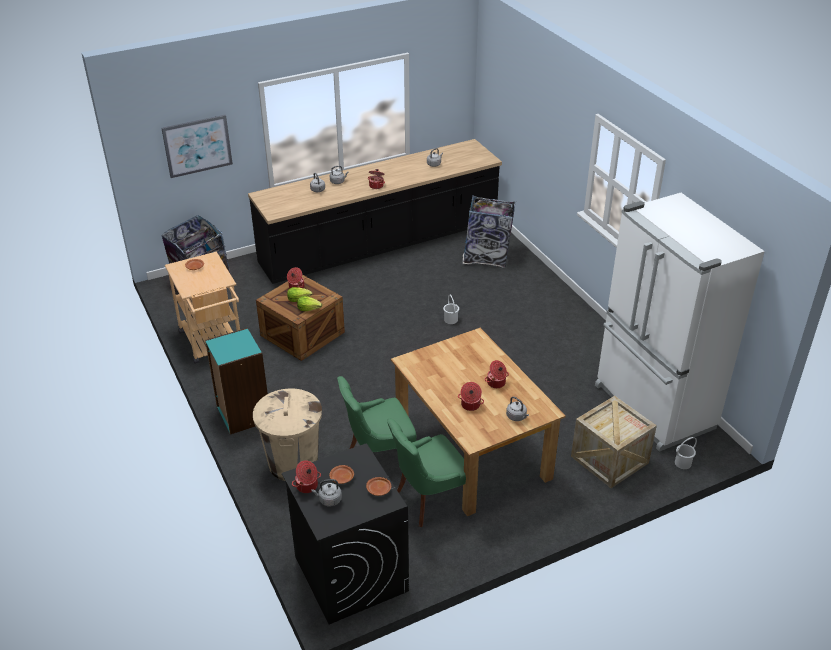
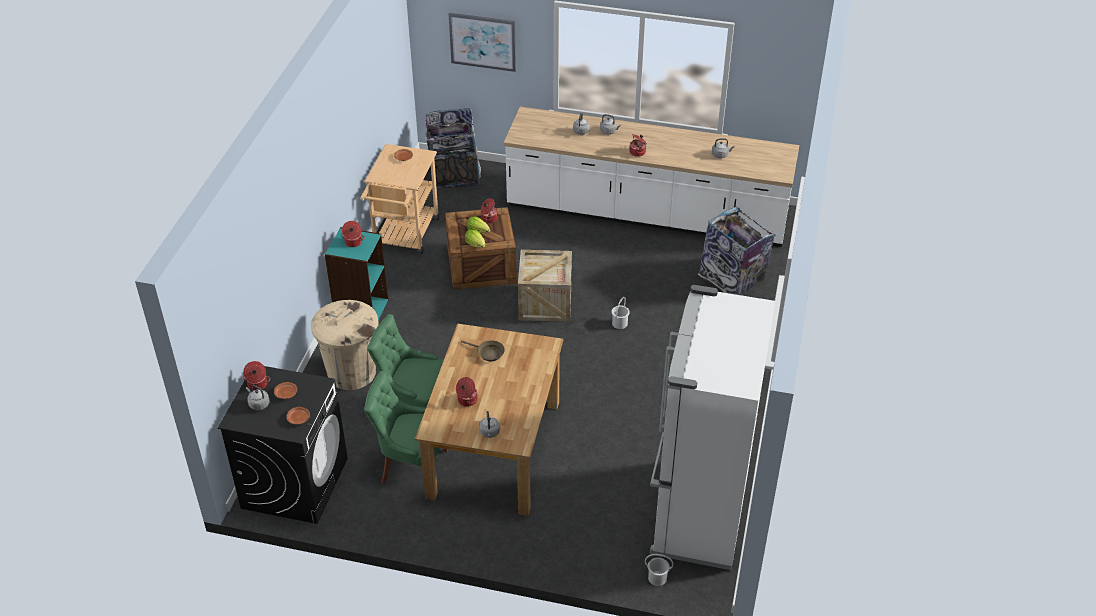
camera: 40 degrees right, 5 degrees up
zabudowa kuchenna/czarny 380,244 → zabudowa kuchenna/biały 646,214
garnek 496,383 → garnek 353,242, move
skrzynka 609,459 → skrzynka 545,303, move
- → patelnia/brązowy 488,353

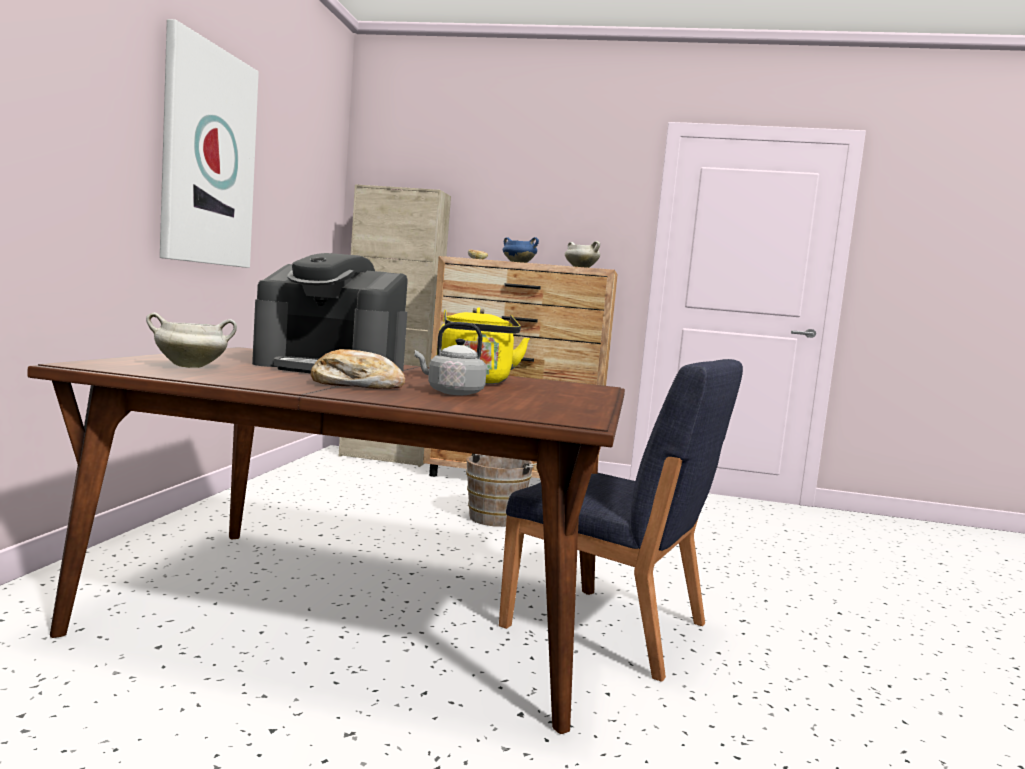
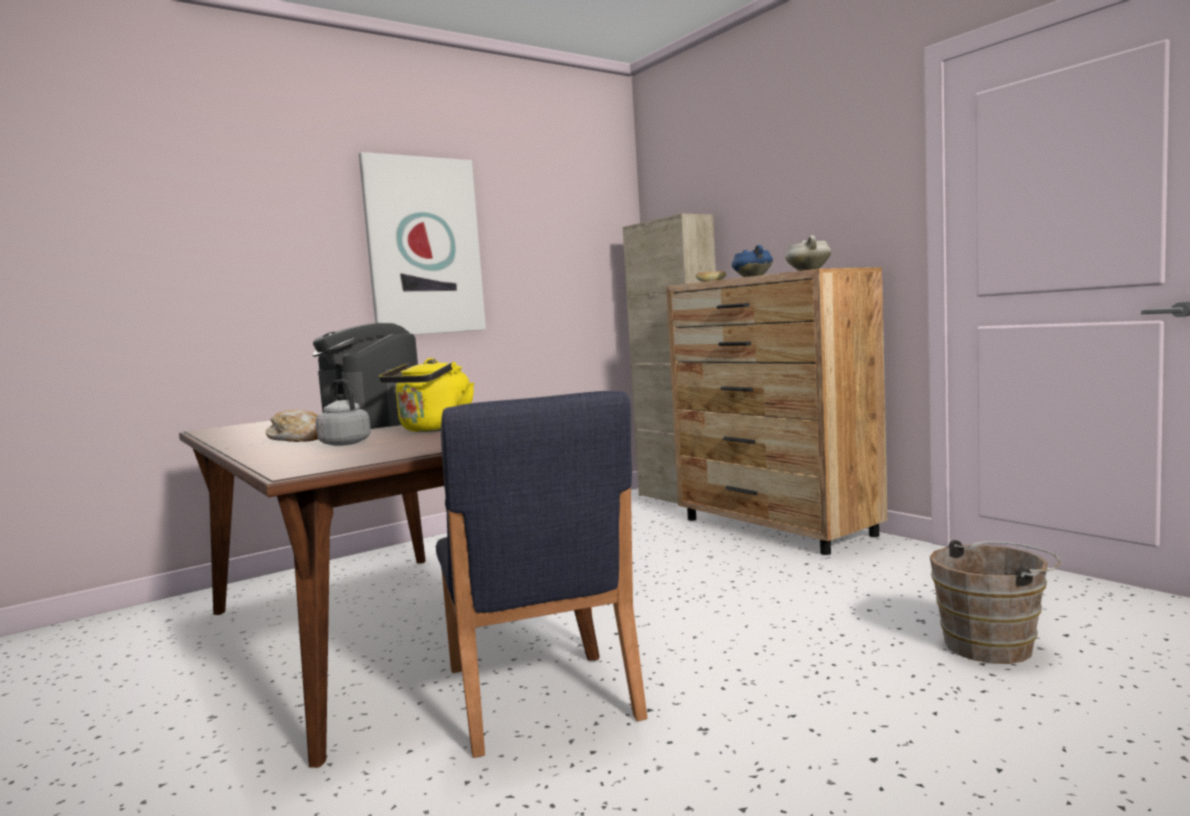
camera: 45 degrees right, 0 degrees up
garnek/biały 191,366 → -
wiadro/brązowy 498,517 → wiadro/brązowy 994,645, move

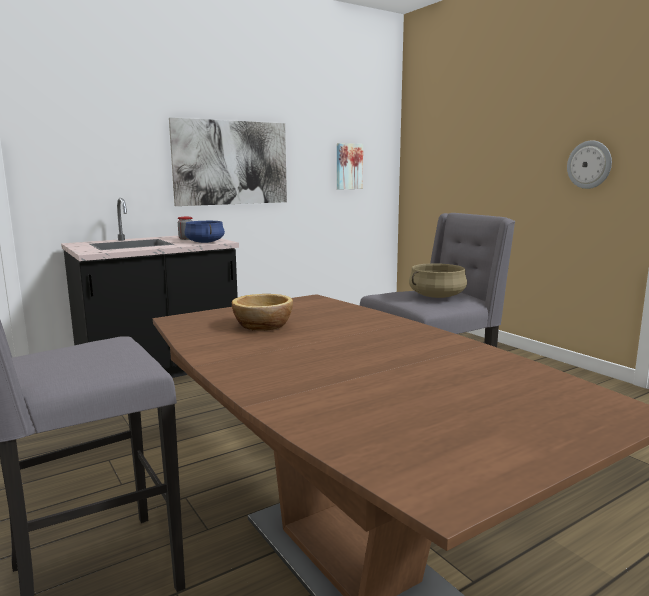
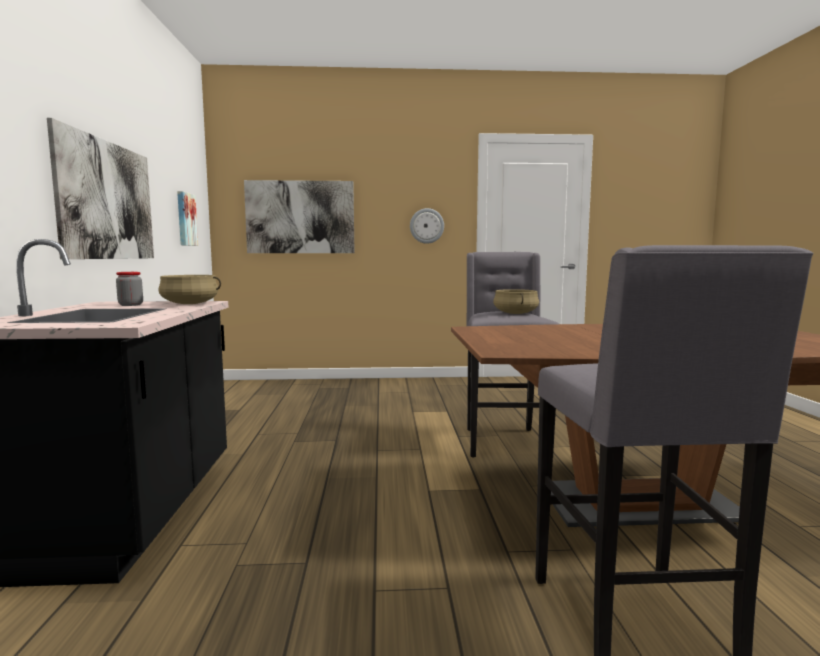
camera: 60 degrees left, 5 degrees down
garnek/niebieski 205,242 → garnek/beżowy 190,304
miska 264,325 → -
- → obraz 300,217

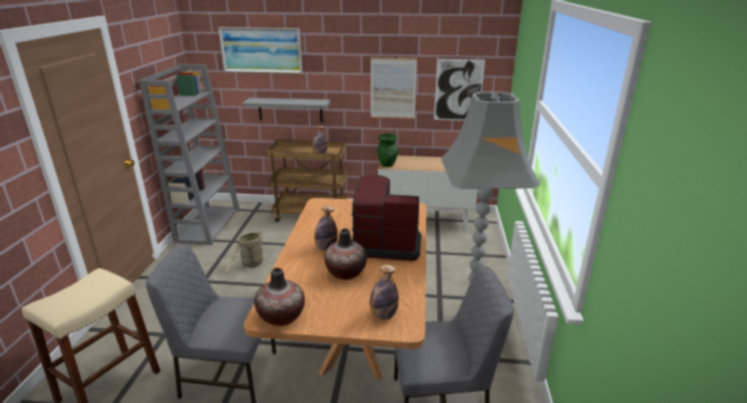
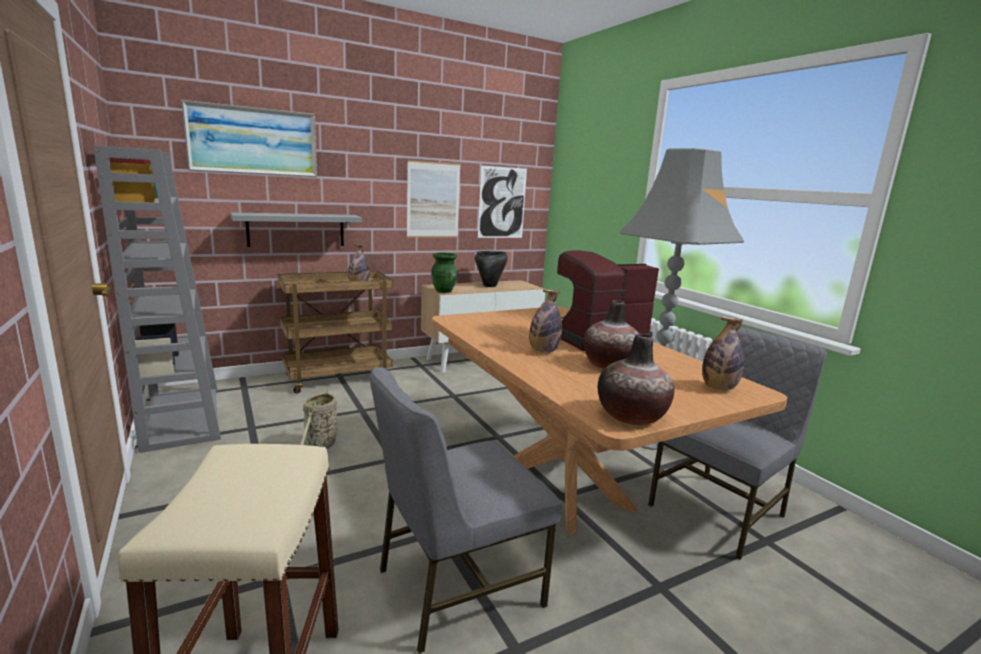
camera: 35 degrees left, 10 degrees down
- → garnek/czarny 490,286

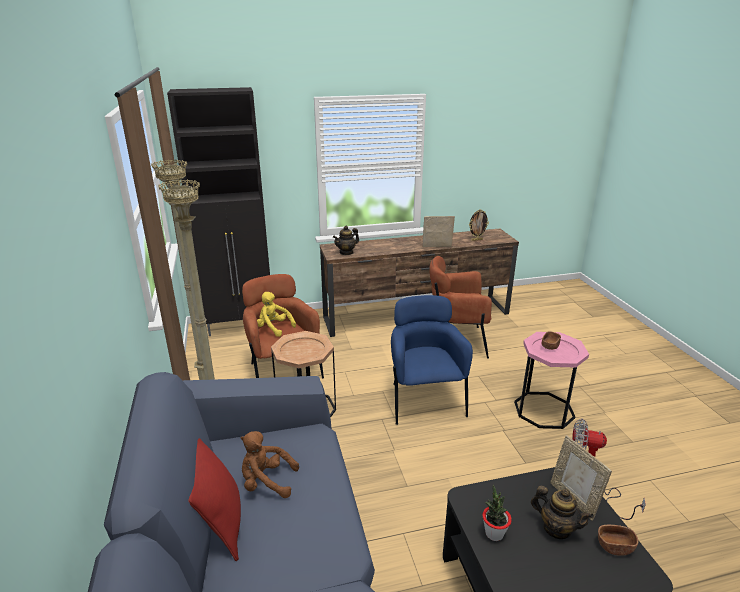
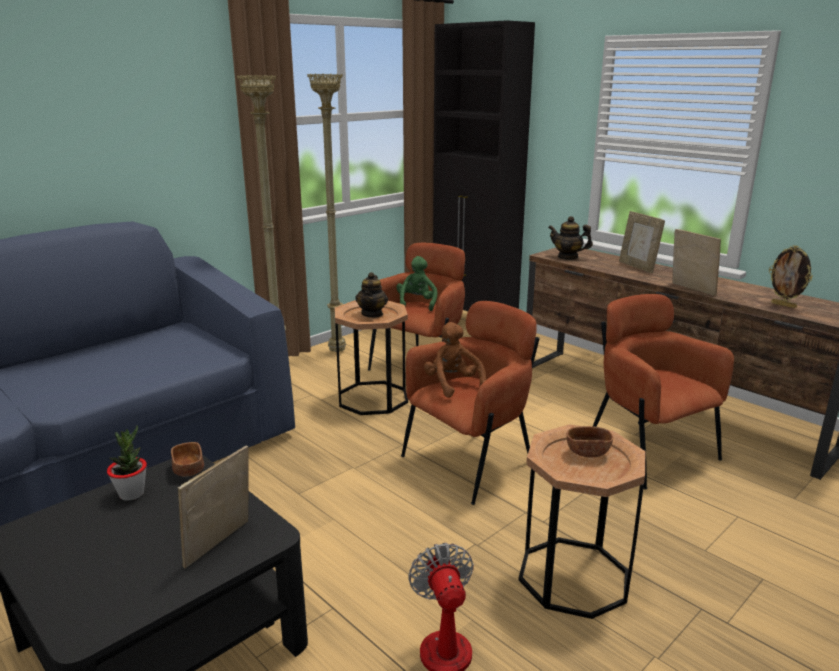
camera: 60 degrees right, 5 degrees down
pluszak/żółty 274,328 → pluszak/zielony 417,304
fotel/niebieski 424,400 → fotel/brązowy 471,462
stolik/różowy 544,410 → stolik/brązowy 573,576
pluszak/brązowy 266,482 → pluszak/brązowy 453,384, move
poduszka/czerwony 221,523 → -
imbryk 556,528 → imbryk 372,314, move
miska/brązowy 615,546 → miska/brązowy 188,470, move
- → ramka na zdjęcie 637,267

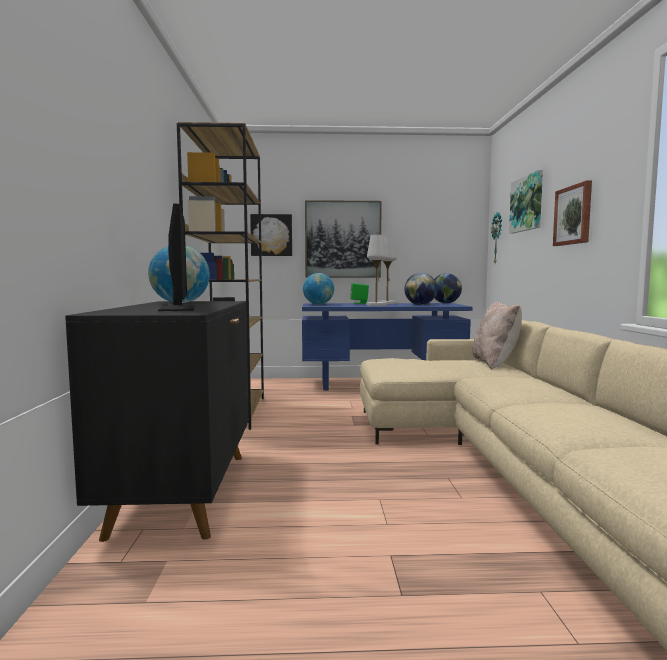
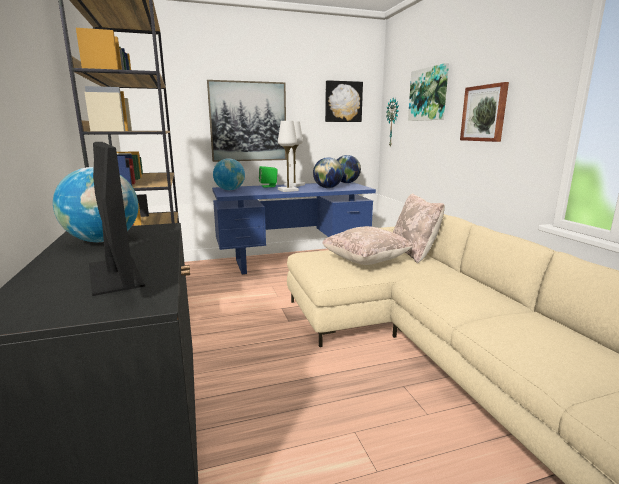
camera: 15 degrees left, 10 degrees up
obraz 271,235 → obraz 343,102, move
- → poduszka/beżowy 365,262

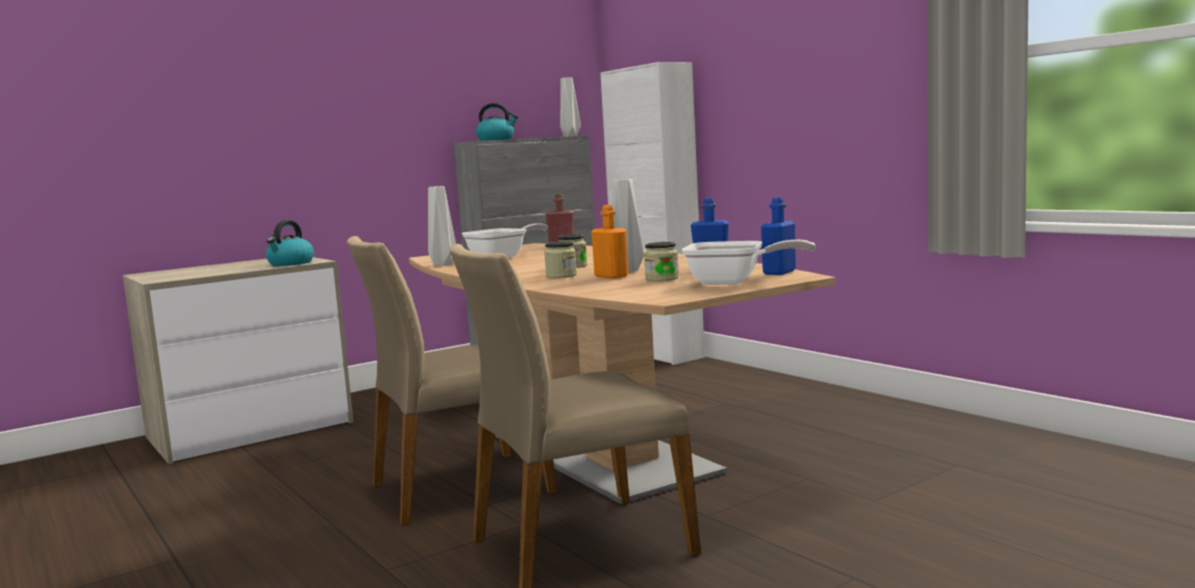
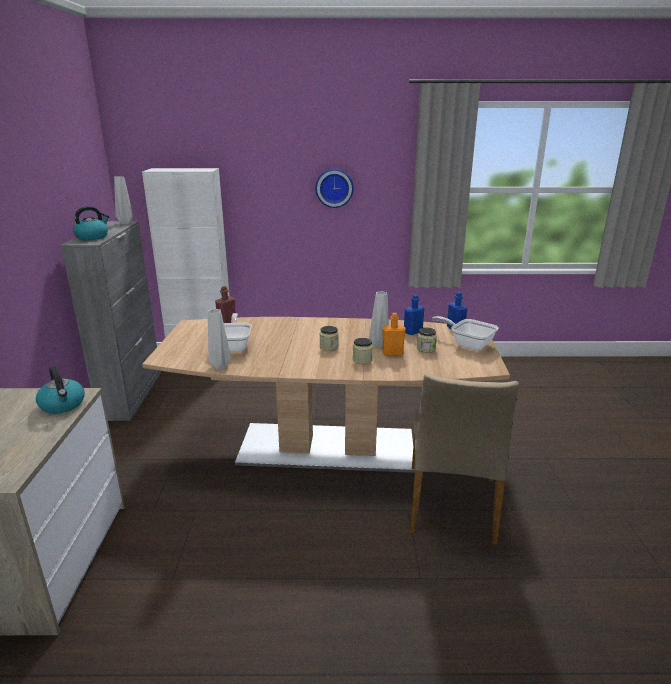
camera: 55 degrees left, 15 degrees up
krzesło/beżowy 458,488 → -
patelnia 733,282 → patelnia 468,344, 105 degrees counterclockwise
- → zegar ścienny 334,187

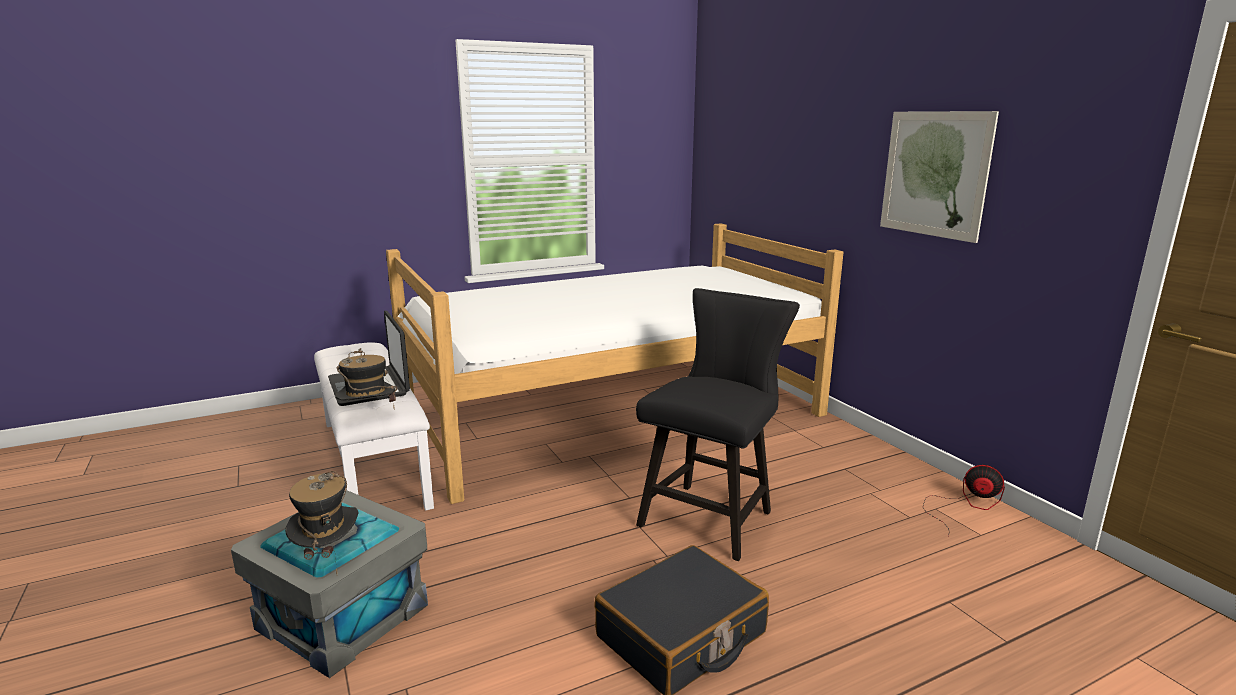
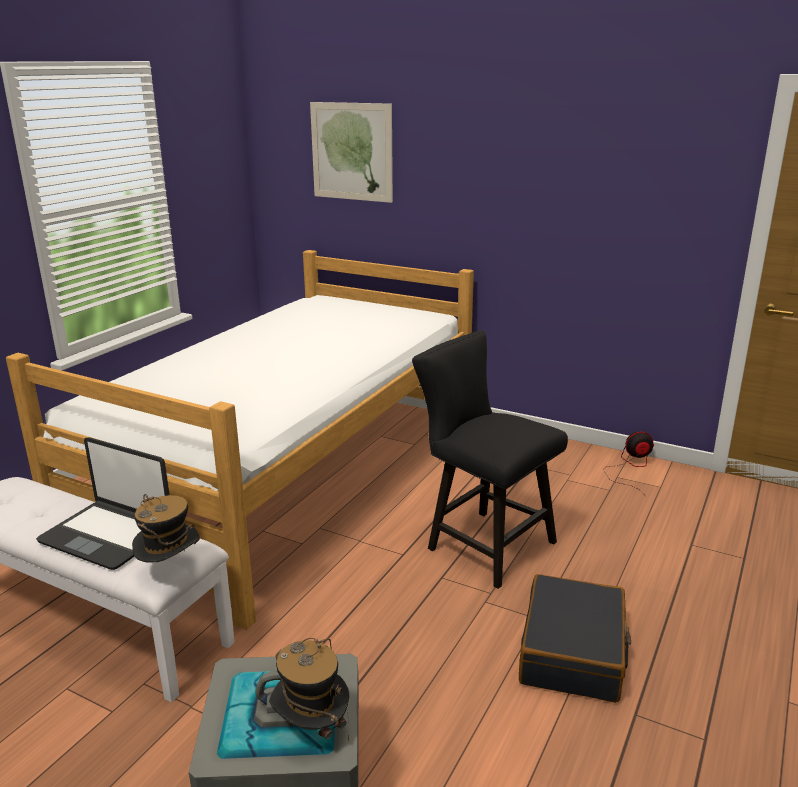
camera: 35 degrees left, 5 degrees up
obraz 934,174 → obraz 351,152, move
krzesło/czarny 711,515 → krzesło/czarny 483,543, 45 degrees counterclockwise

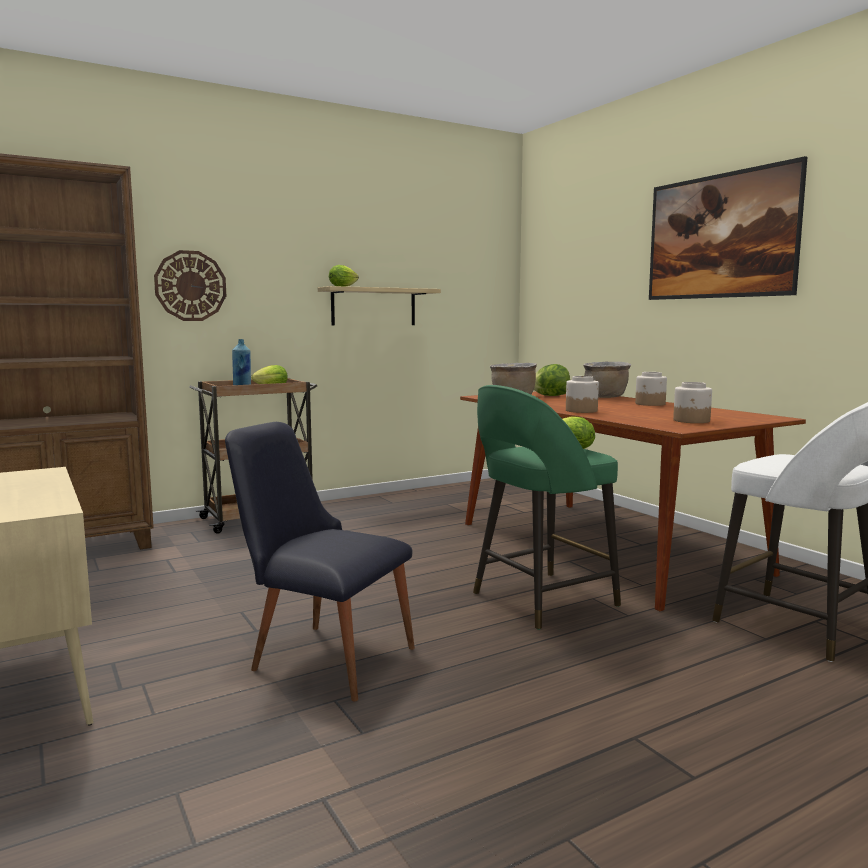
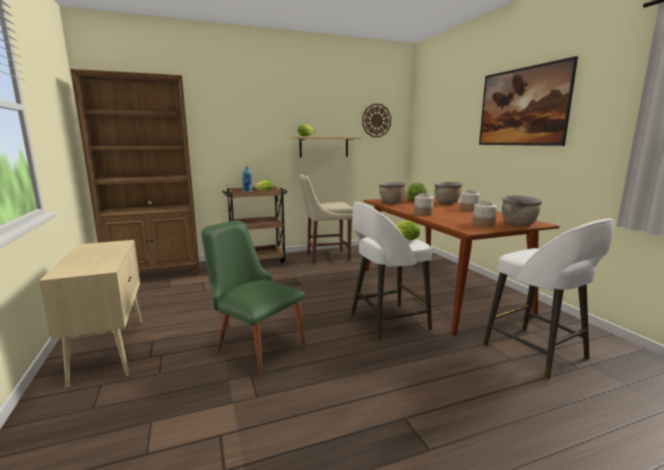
camera: 10 degrees right, 5 degrees up
zegar ścienny 190,286 → zegar ścienny 376,120, move
stołek/zielony 541,600 → stołek/biały 387,322
krzesło/czarny 321,655 → krzesło/zielony 255,346
- → krzesło/beżowy 325,257
- → garnek/brązowy 519,225

